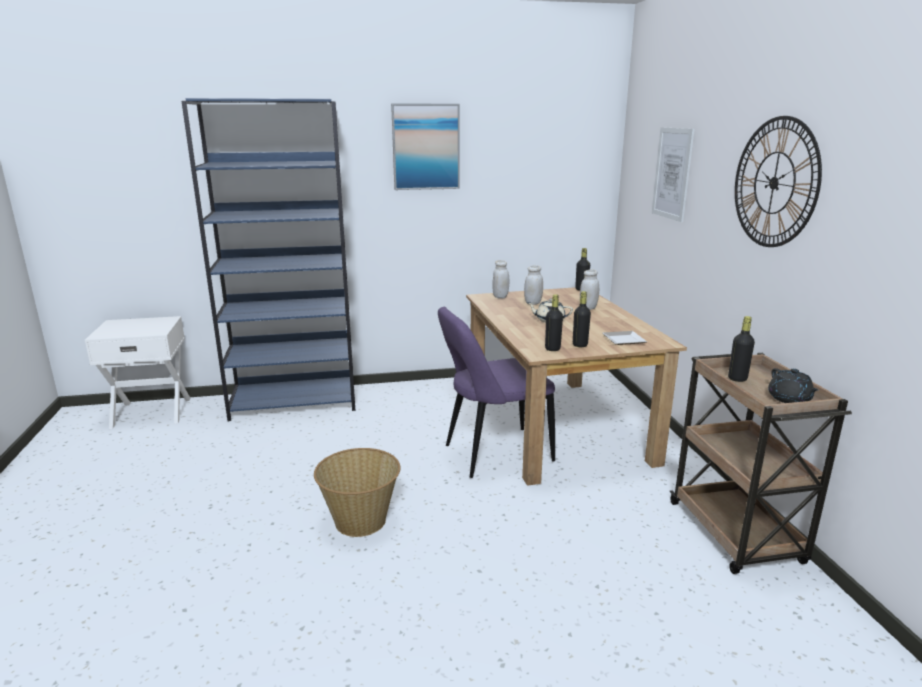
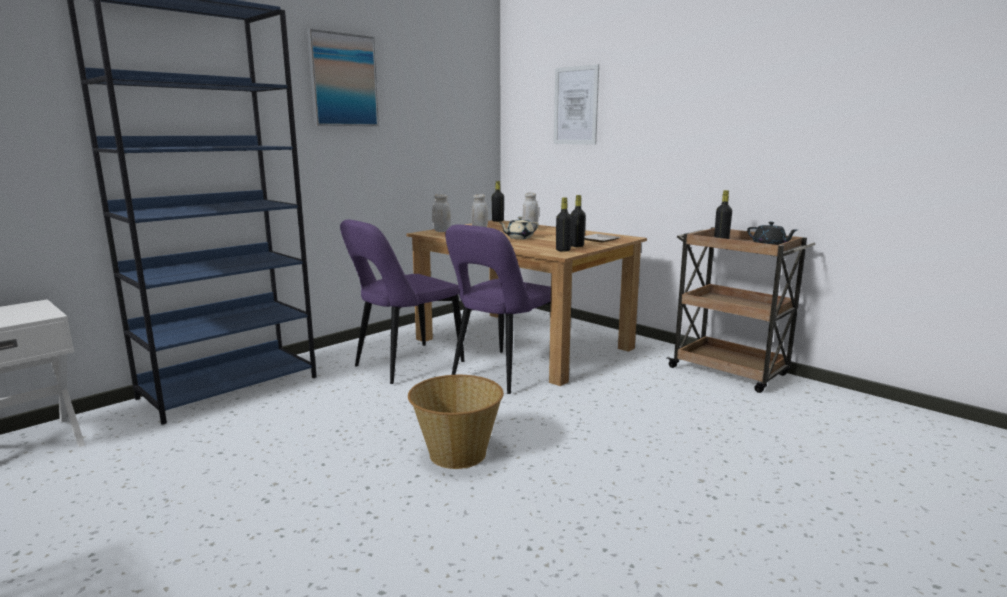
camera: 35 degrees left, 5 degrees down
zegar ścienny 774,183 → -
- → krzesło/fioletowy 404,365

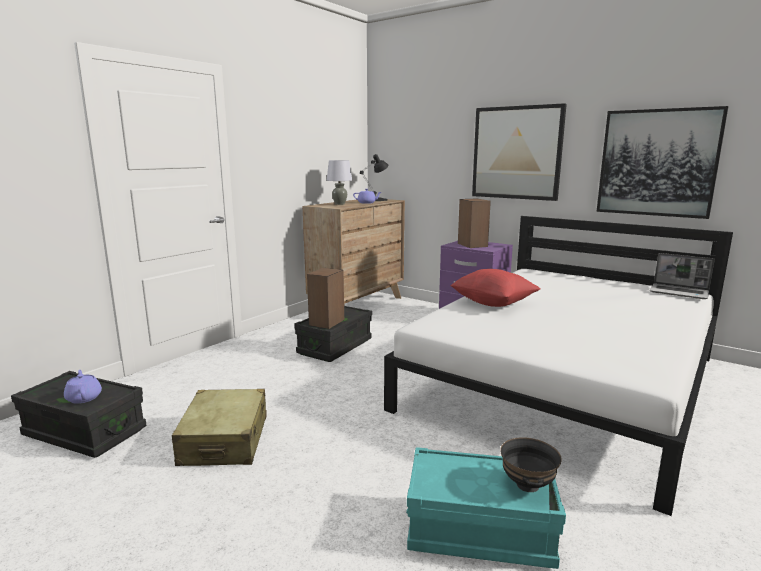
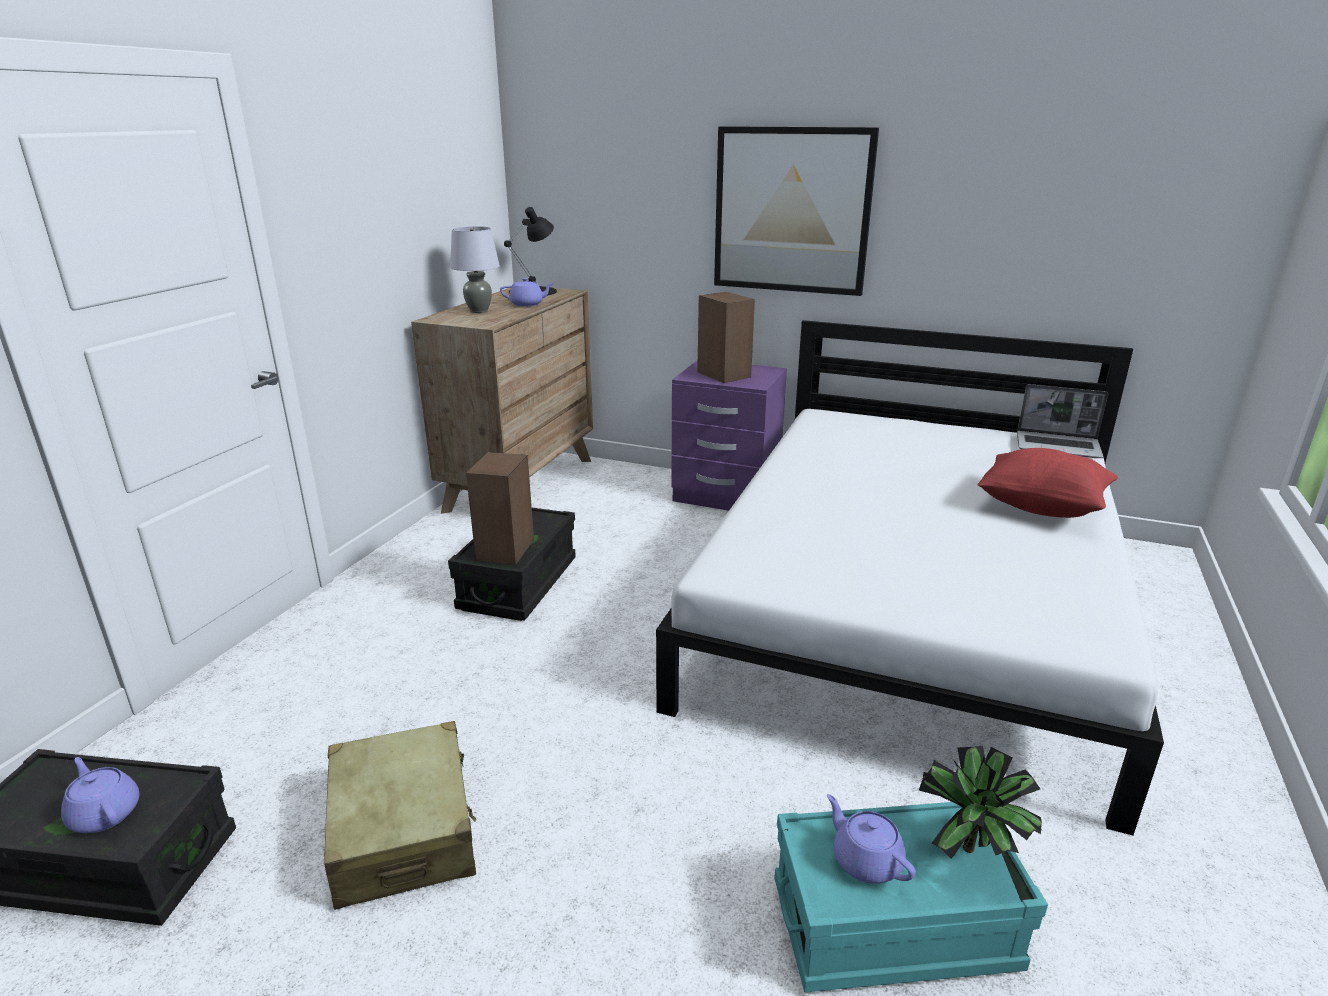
camera: 15 degrees left, 10 degrees up
obraz 657,163 → -
poduszka/czerwony 493,303 → poduszka/czerwony 1042,508, move
miska/czarny 528,485 → roślina doniczkowa 972,855
- → imbryk/fioletowy 865,860

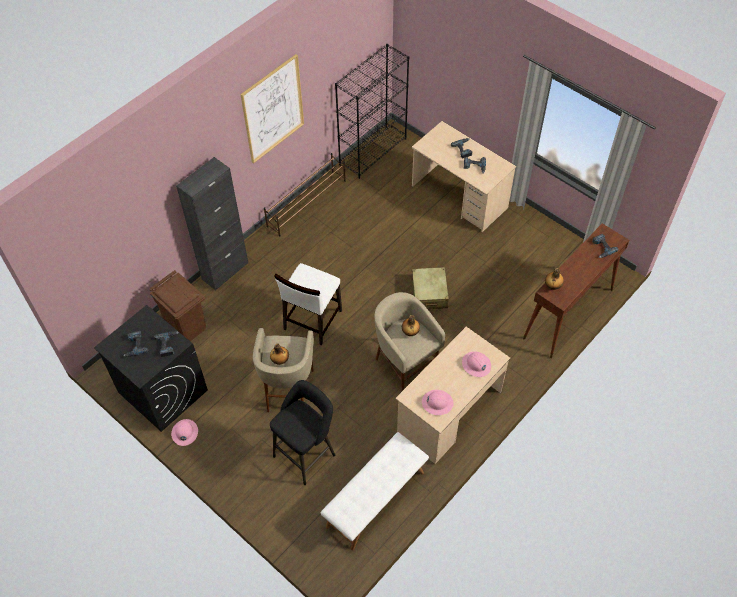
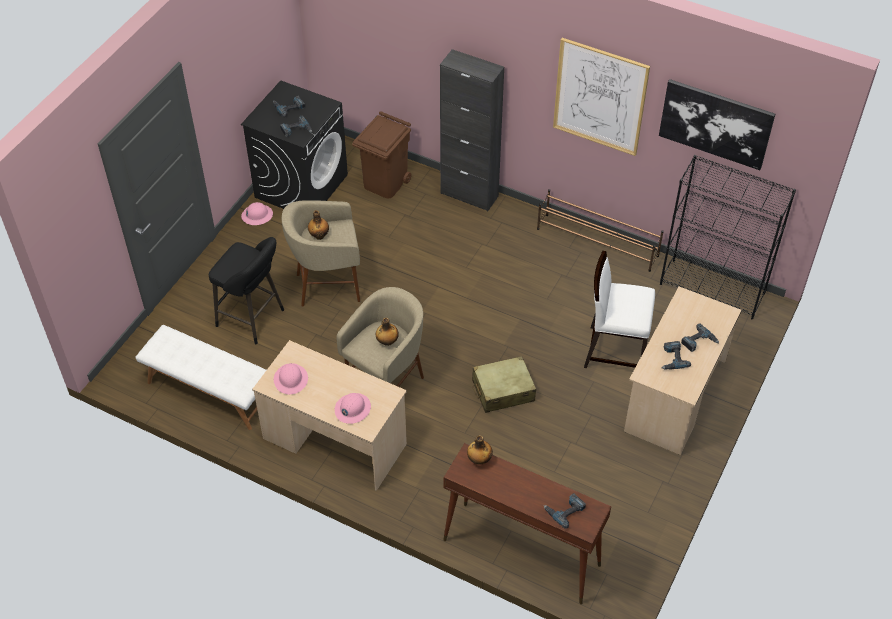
camera: 75 degrees right, 5 degrees down
krzesło/biały 312,320 → krzesło/biały 614,350, move
- → obraz 715,123

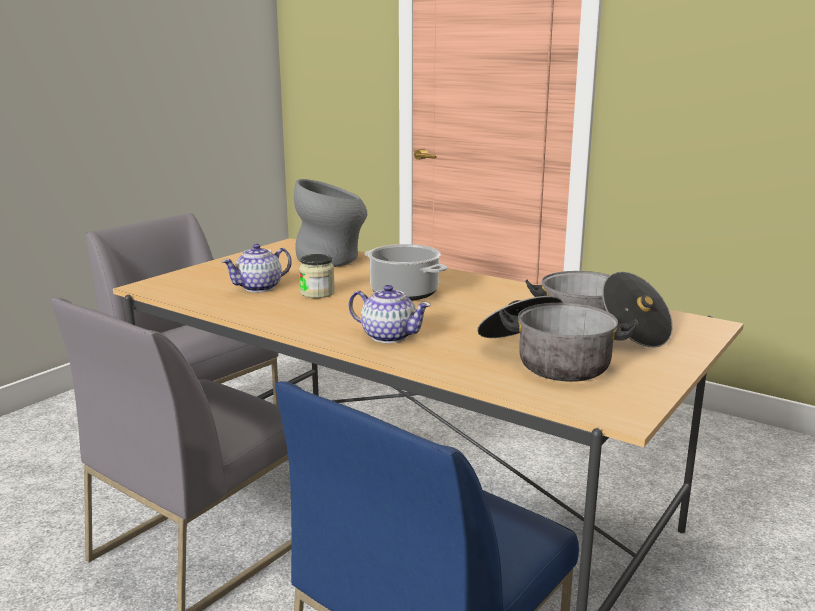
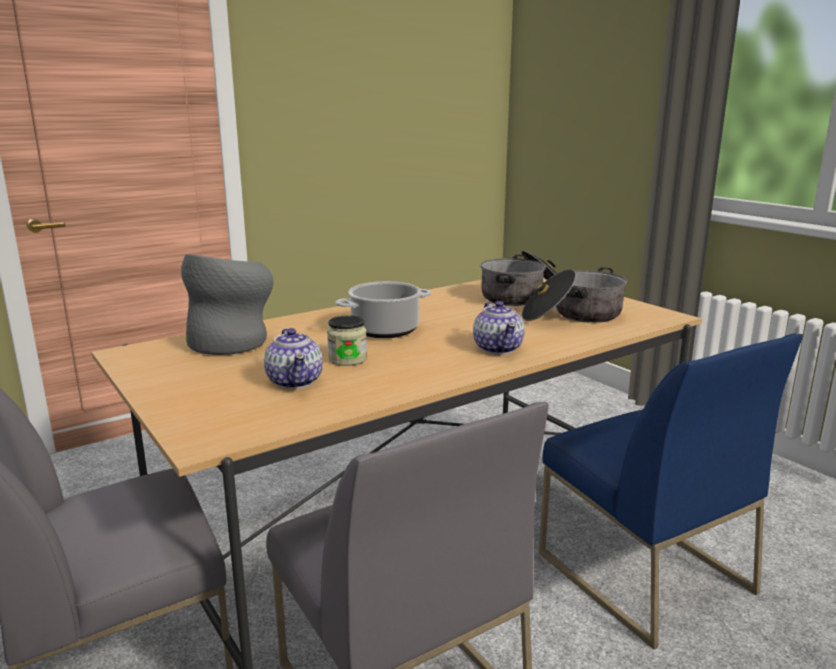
camera: 70 degrees left, 0 degrees up
imbryk 388,336 → imbryk 498,348, 120 degrees clockwise

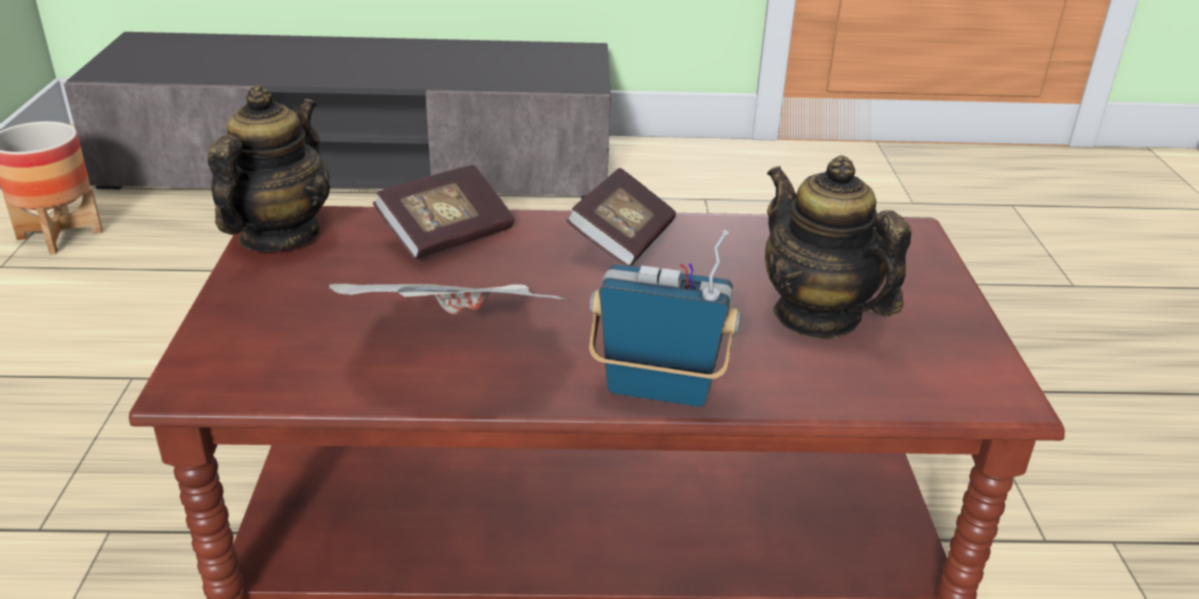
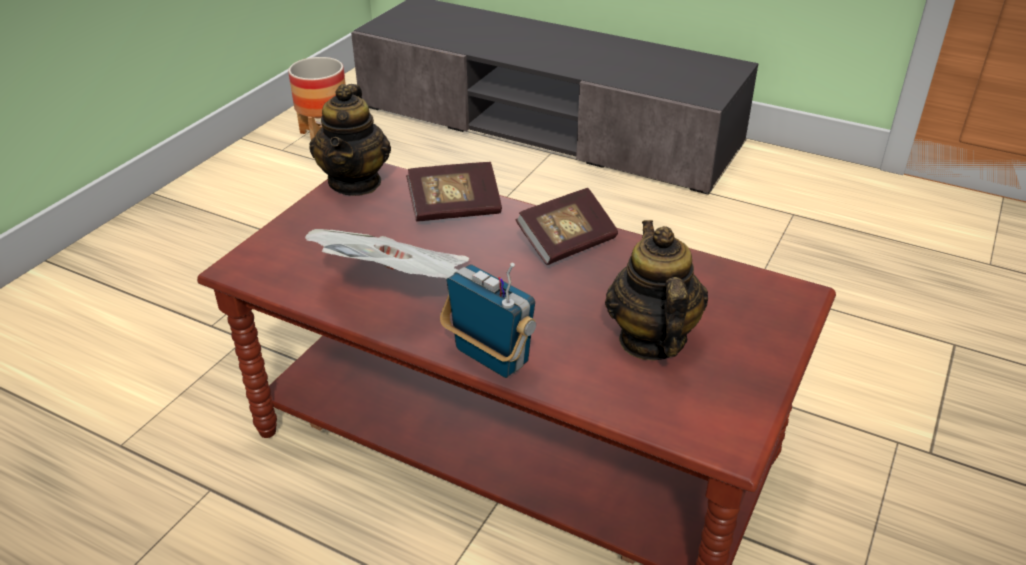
camera: 30 degrees right, 5 degrees up
imbryk 278,236 → imbryk 355,182, 135 degrees clockwise

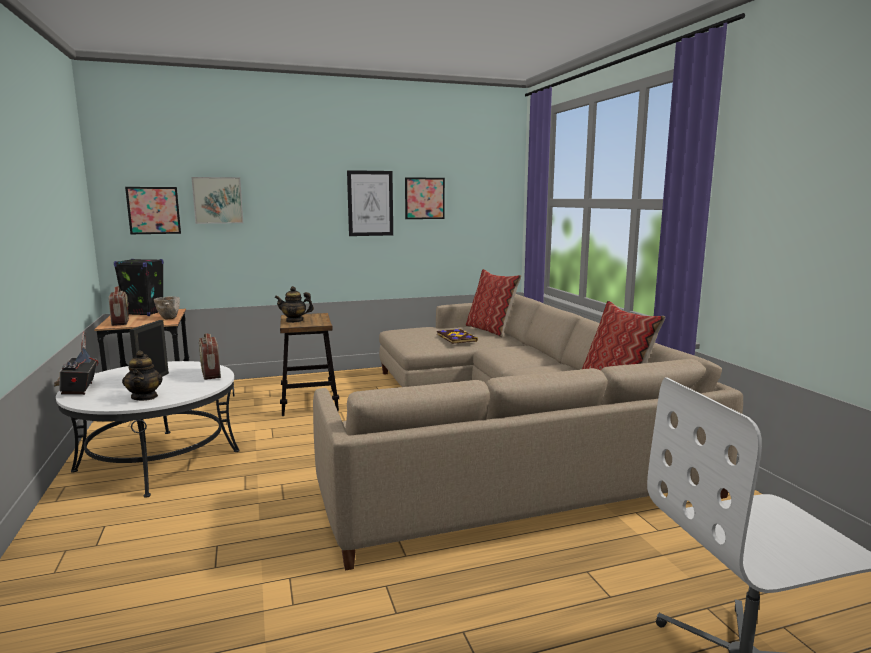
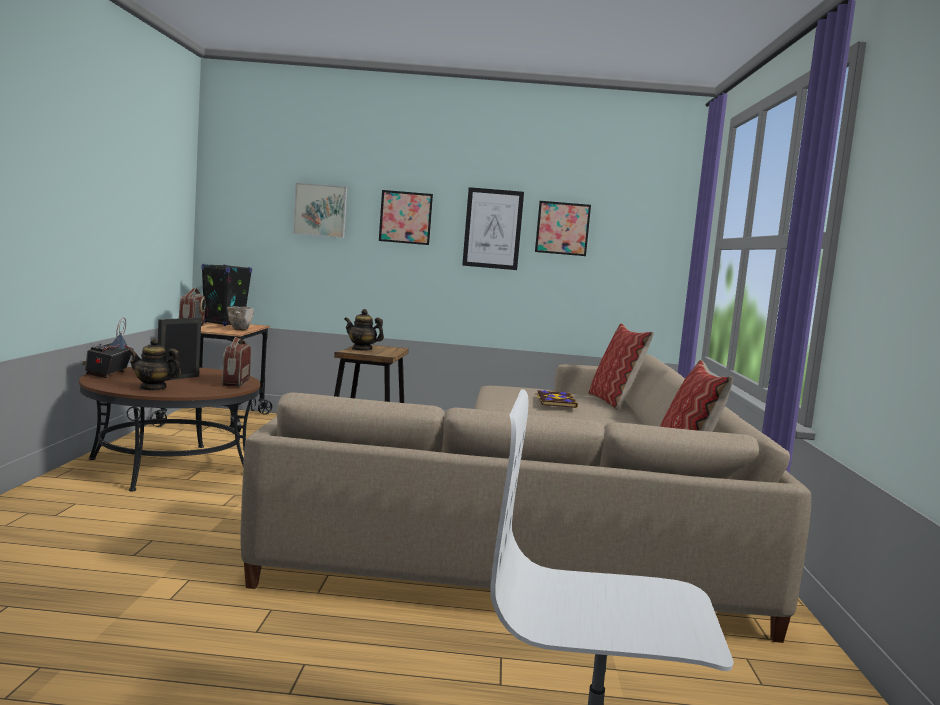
camera: 20 degrees right, 5 degrees down
obraz 153,210 → obraz 405,217, move
imbryk 145,397 → imbryk 153,388, 90 degrees clockwise
ława/biały 158,460 → ława/brązowy 170,466

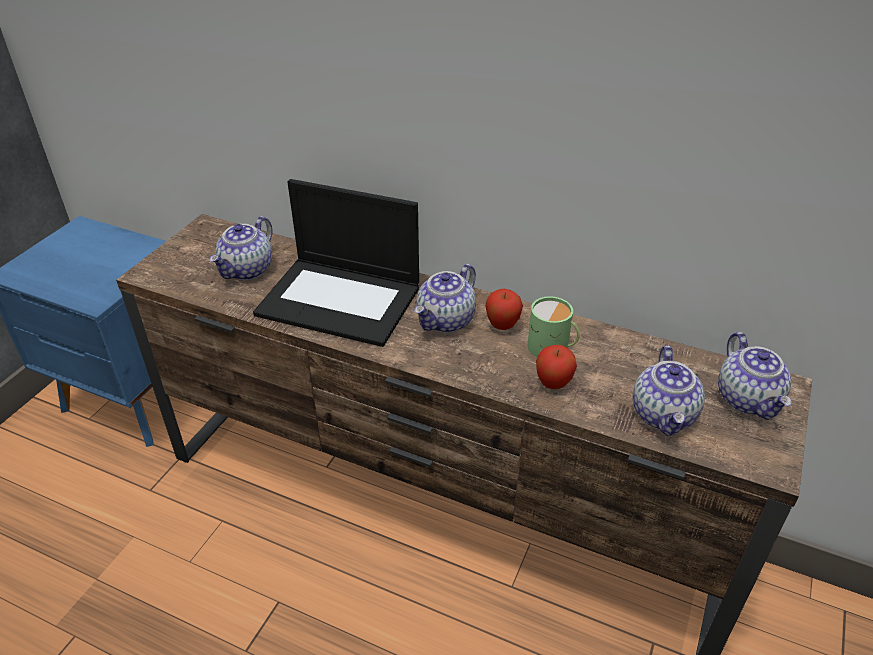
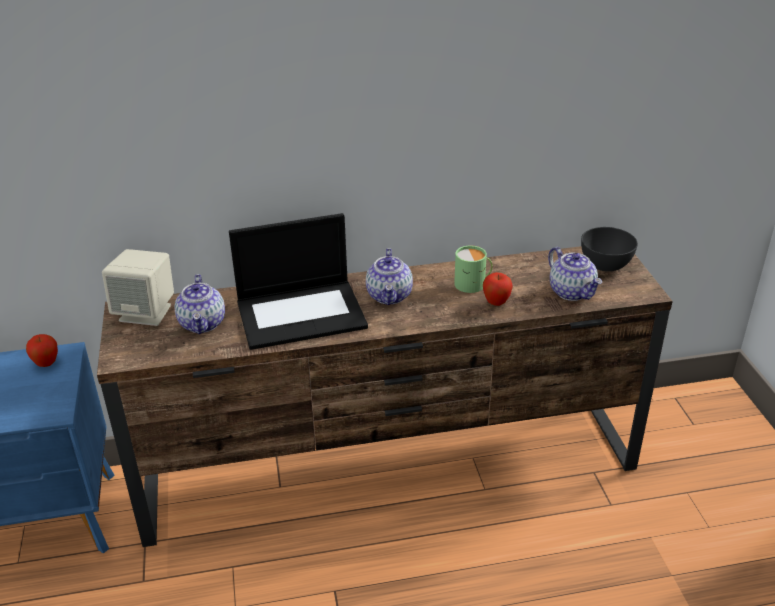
camera: 35 degrees left, 5 degrees down
jabłko 502,326 → jabłko 46,364, move
imbryk 748,400 → miska/szary 605,265
- → głośnik/beżowy 146,312

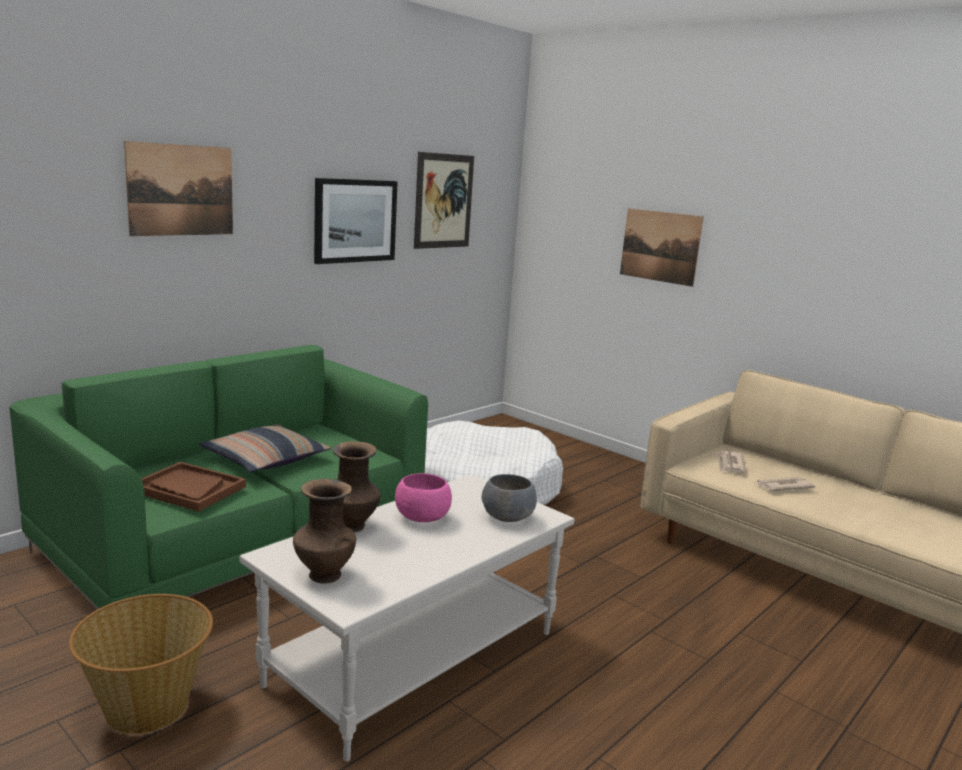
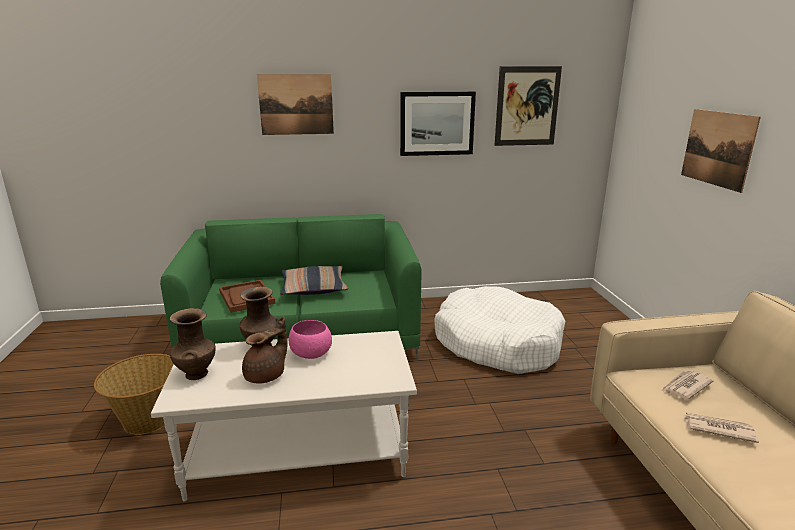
camera: 40 degrees right, 5 degrees up
miska/szary 508,517 → -
- → imbryk/brązowy 267,375

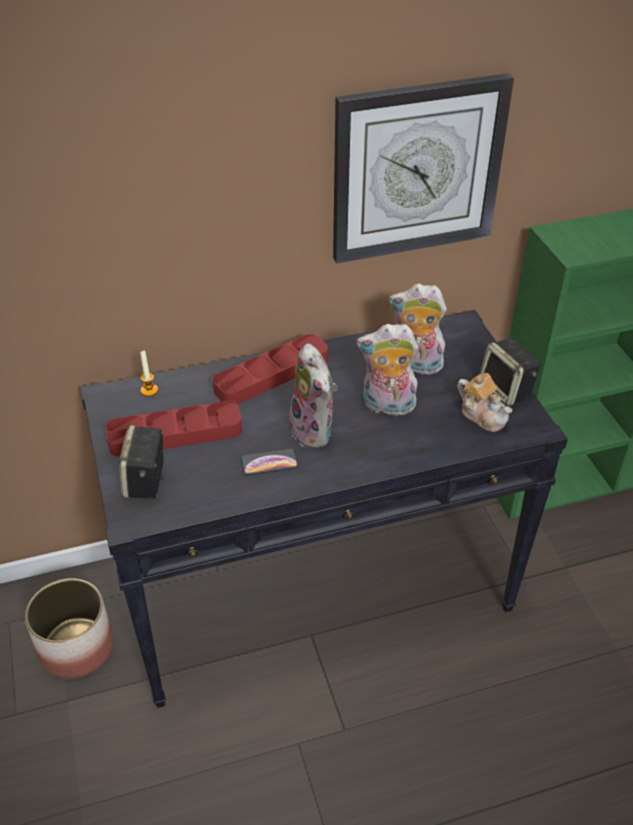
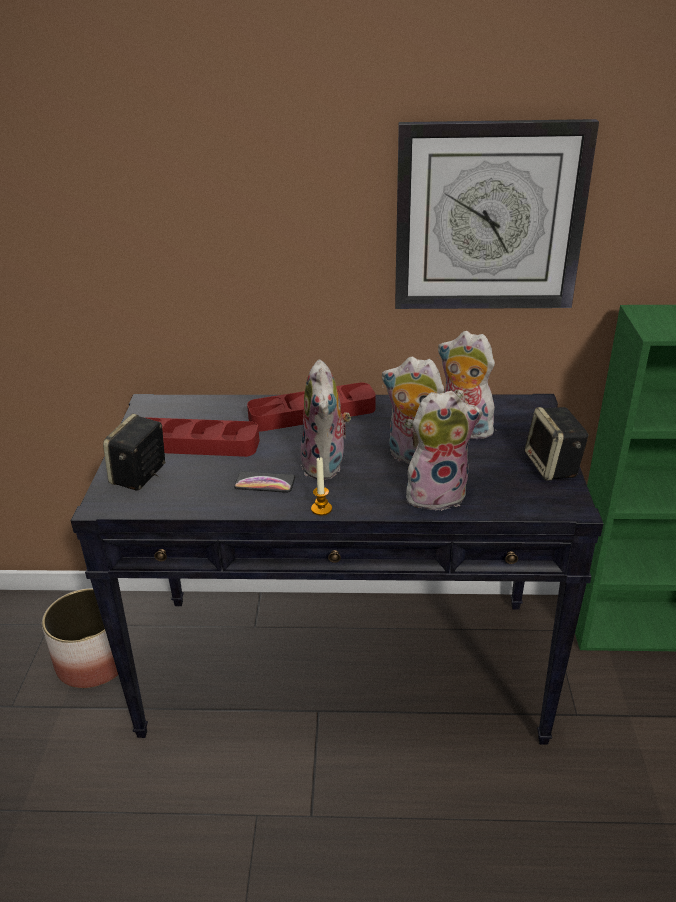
camera: 20 degrees right, 10 degrees down
świeca 149,390 → świeca 321,509, move
imbryk 482,415 → -
- → pluszak 437,494

